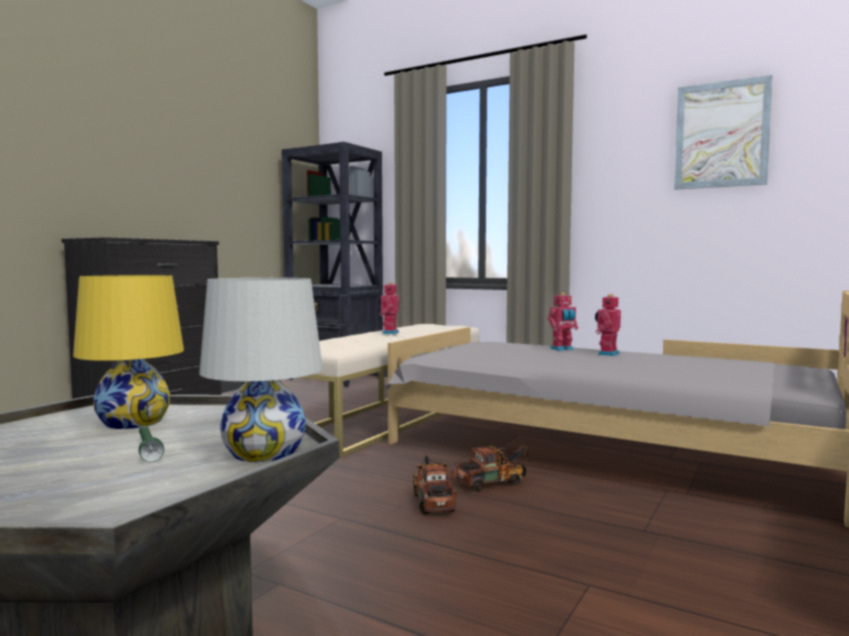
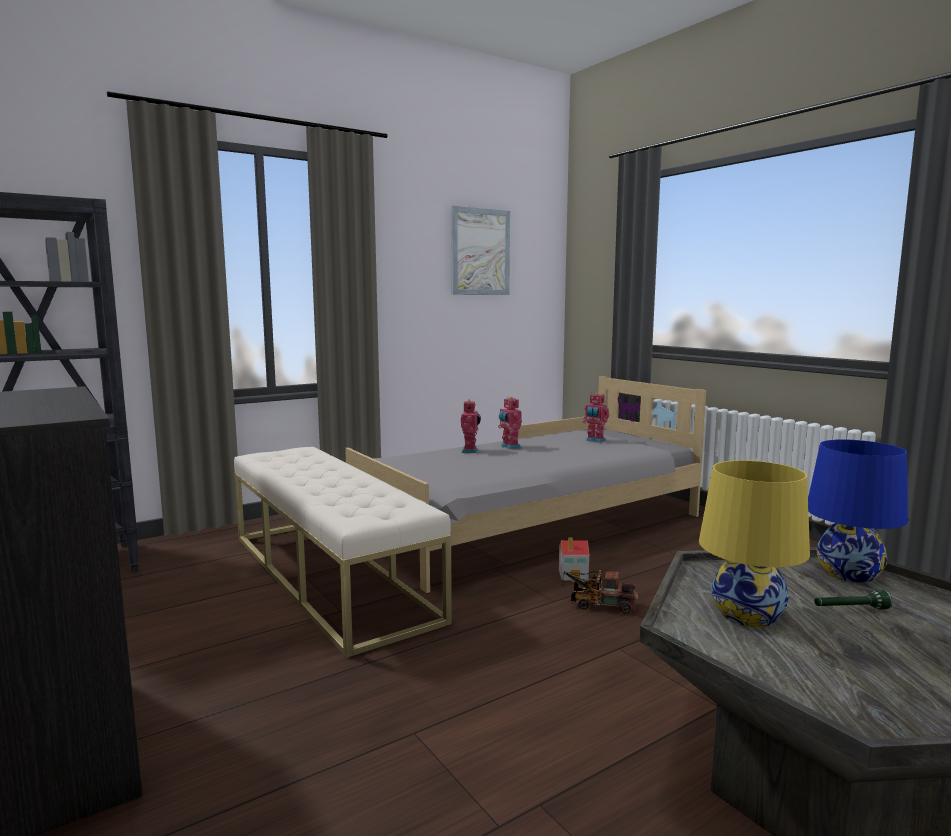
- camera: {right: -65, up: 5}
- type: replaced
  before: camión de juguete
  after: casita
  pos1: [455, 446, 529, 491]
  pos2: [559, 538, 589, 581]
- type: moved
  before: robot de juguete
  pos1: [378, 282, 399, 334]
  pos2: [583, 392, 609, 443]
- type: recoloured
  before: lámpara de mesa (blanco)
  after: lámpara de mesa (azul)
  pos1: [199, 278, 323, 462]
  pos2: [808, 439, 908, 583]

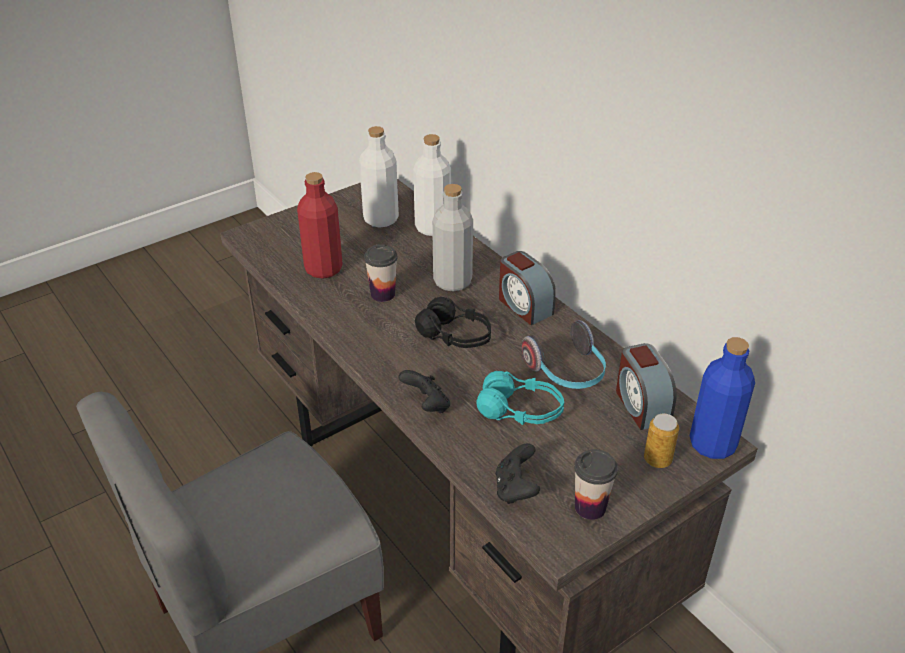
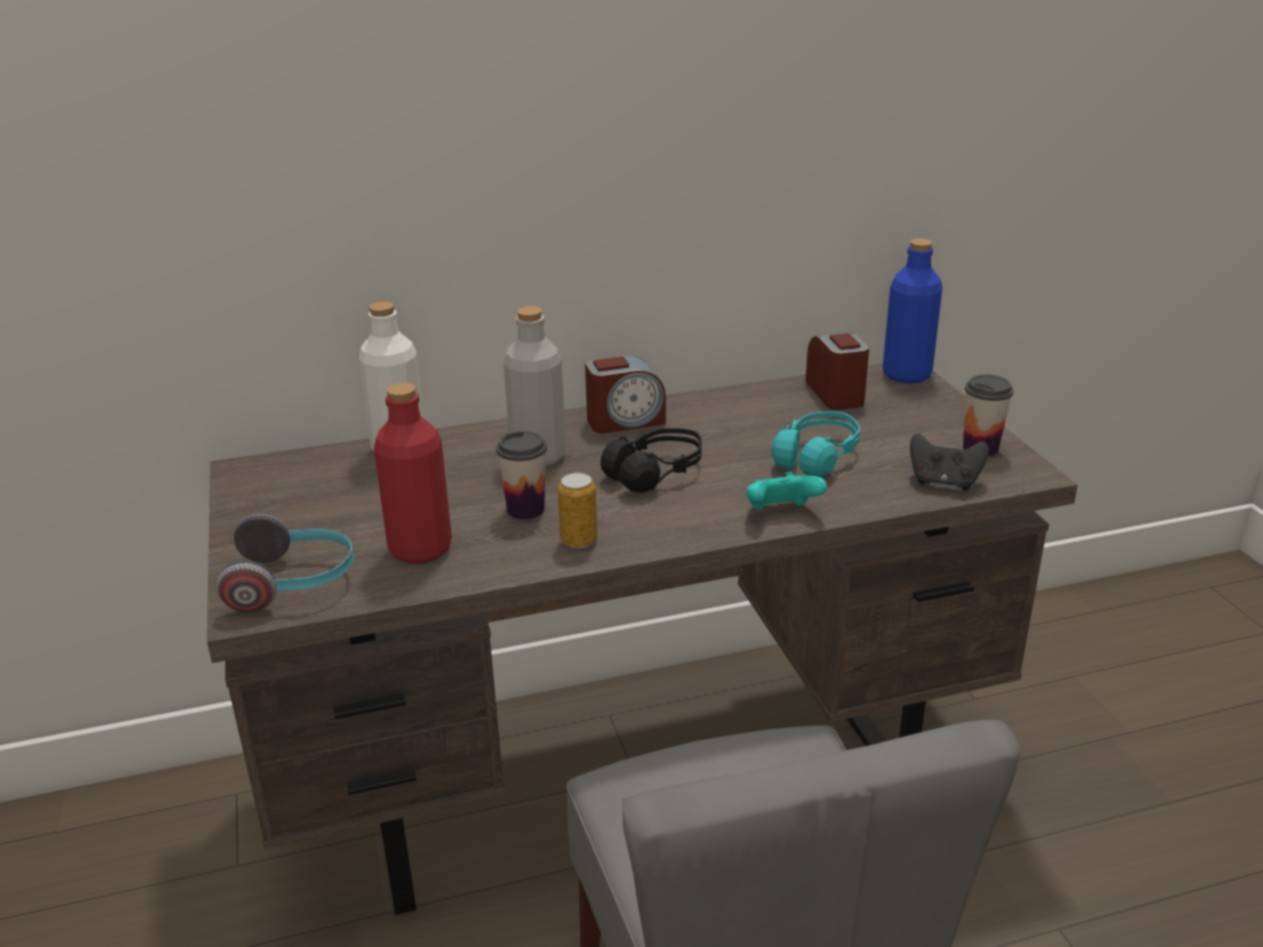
- camera: {right: -70, up: -10}
- type: moved
  before: auriculares
  pos1: [522, 320, 606, 389]
  pos2: [216, 514, 353, 613]
- type: moved
  before: lata
  pos1: [644, 414, 679, 468]
  pos2: [558, 473, 597, 548]
- type: recoloured
  before: mando de consola (negro)
  after: mando de consola (turquesa)
  pos1: [399, 370, 450, 413]
  pos2: [746, 472, 827, 510]
- type: turned
  before: despertador
  pos1: [616, 343, 677, 430]
  pos2: [805, 332, 869, 410]
  turn: -105
- type: removed
  before: botella (blanco)
  pos1: [359, 126, 399, 228]

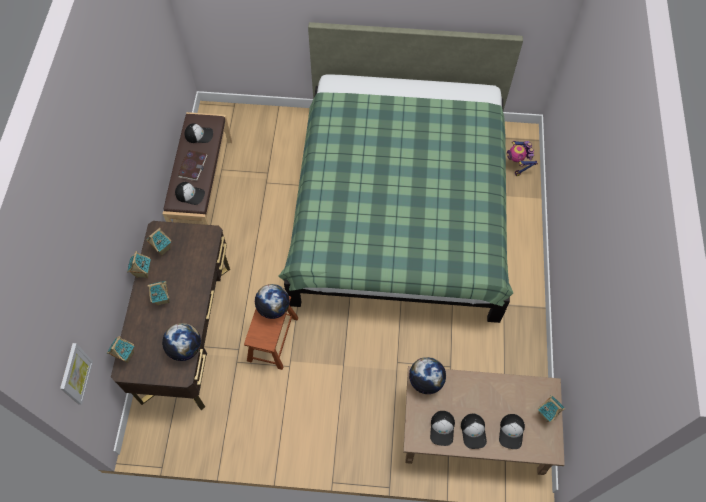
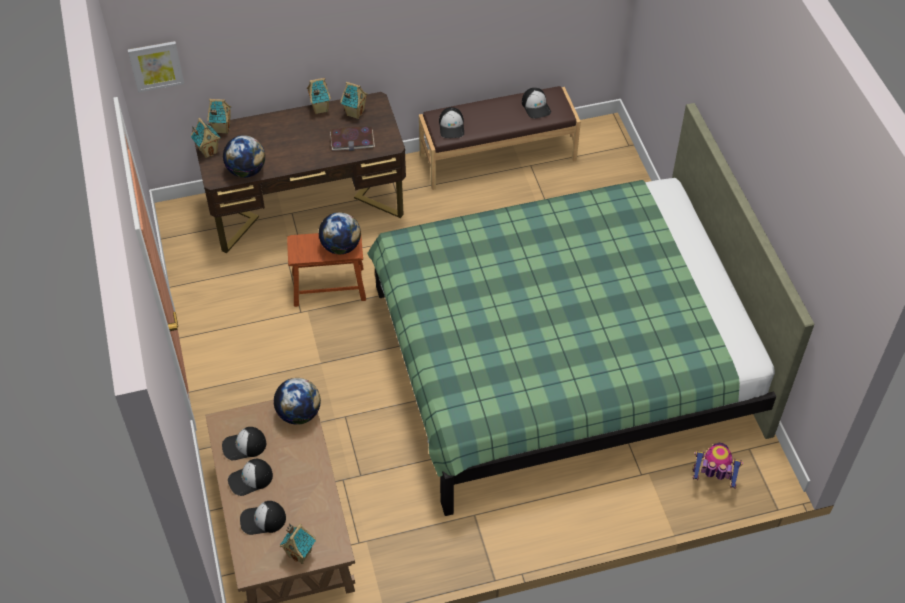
- camera: {right: 70, up: -10}
- type: moved
  before: casita
  pos1: [148, 281, 170, 306]
  pos2: [191, 118, 220, 158]
- type: moved
  before: libro
  pos1: [178, 150, 207, 181]
  pos2: [330, 127, 375, 151]
- type: turned
  before: robot de juguete
  pos1: [507, 141, 538, 176]
  pos2: [692, 443, 743, 489]
  turn: 45

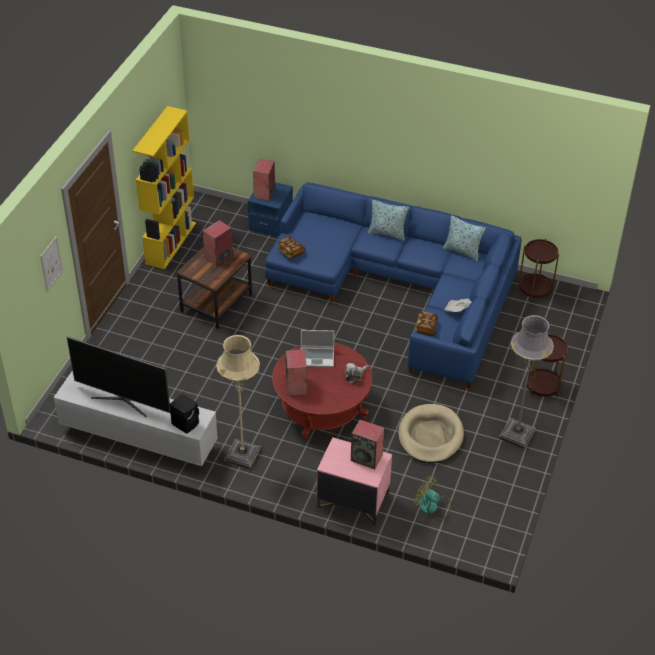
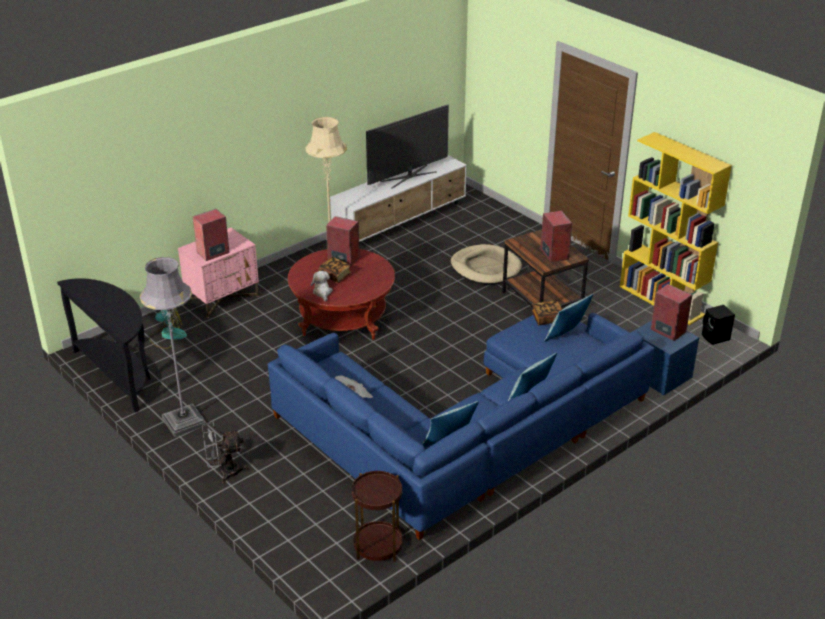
- camera: {right: 120, up: -10}
- type: added
  after: mesa consola (negro)
  pos2: [57, 278, 151, 413]
- type: replaced
  before: mesa auxiliar (marrón)
  after: ventilador (gris)
  pos1: [527, 334, 568, 397]
  pos2: [202, 421, 248, 483]
- type: moved
  before: libro
  pos1: [415, 311, 438, 336]
  pos2: [318, 257, 352, 283]
- type: moved
  before: cama para perro (beis)
  pos1: [398, 404, 464, 463]
  pos2: [451, 244, 522, 284]
- type: added
  after: cojín
  pos2: [544, 294, 593, 342]
- type: moved
  before: altavoz (negro)
  pos1: [169, 394, 199, 434]
  pos2: [702, 305, 735, 345]
- type: removed
  before: cuadro
  pos1: [40, 236, 63, 292]
- type: removed
  before: portátil
  pos1: [301, 330, 334, 367]

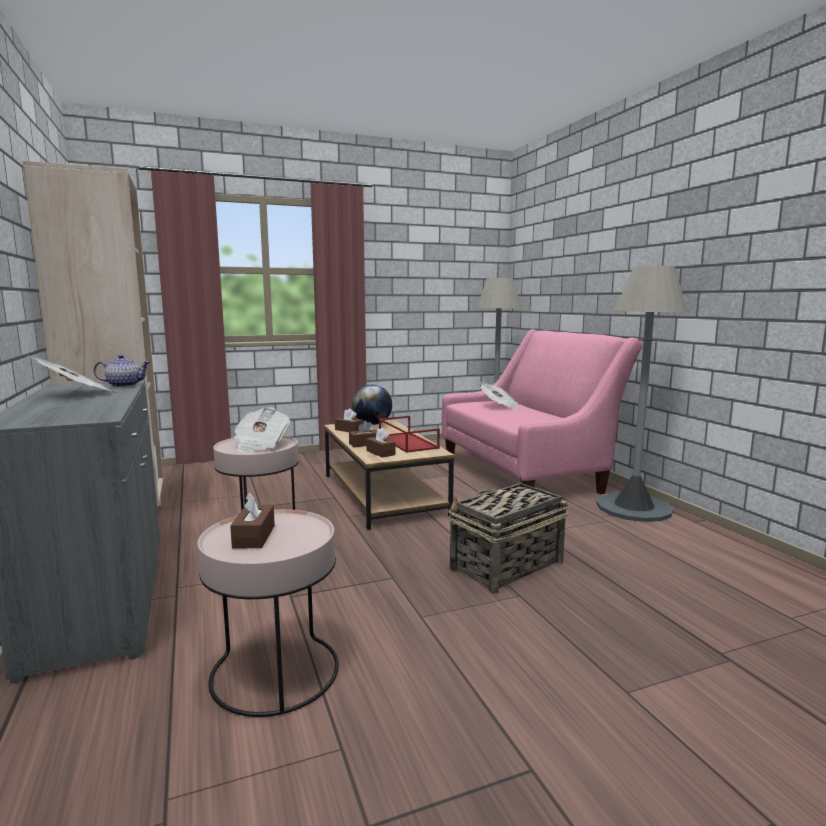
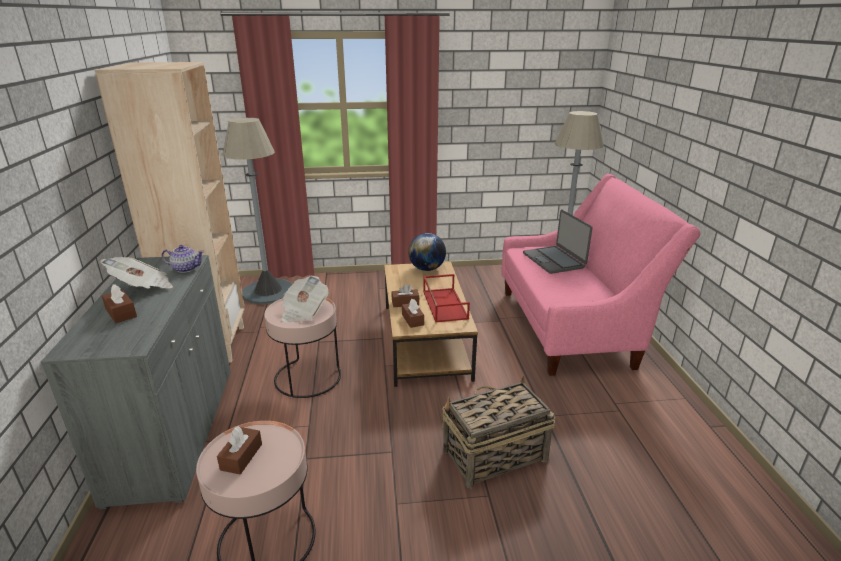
- camera: {right: 15, up: 15}
- type: moved
  before: caja de pañuelos (marrón)
  pos1: [335, 409, 363, 432]
  pos2: [102, 284, 137, 323]
- type: moved
  before: lámpara de pie (gris)
  pos1: [596, 266, 687, 522]
  pos2: [222, 118, 293, 304]
- type: replaced
  before: periódico
  after: portátil
  pos1: [480, 382, 518, 410]
  pos2: [523, 210, 592, 274]

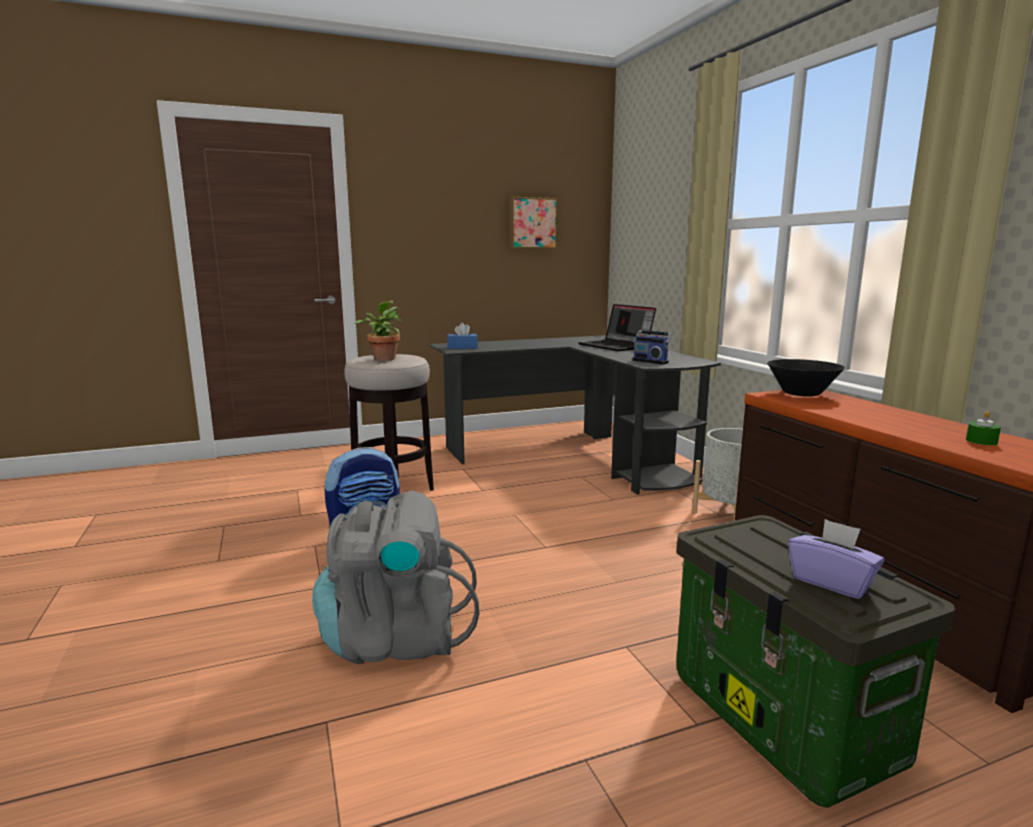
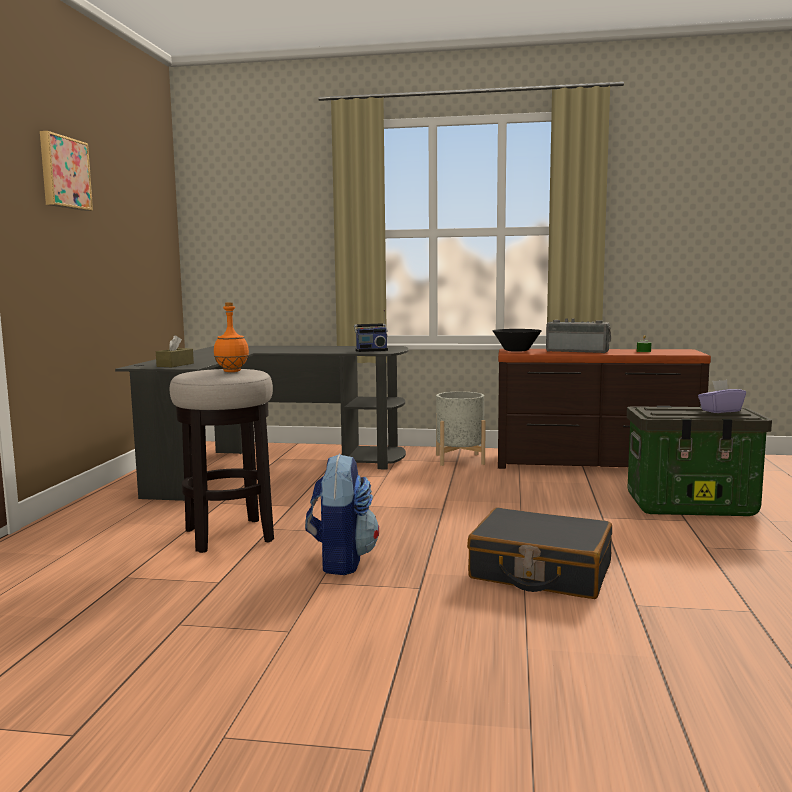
- camera: {right: -60, up: -5}
- type: moved
  before: cuadro
  pos1: [510, 197, 558, 249]
  pos2: [40, 131, 93, 211]
- type: recoloured
  before: caja de pañuelos (azul)
  after: caja de pañuelos (marrón)
  pos1: [447, 323, 478, 349]
  pos2: [156, 335, 194, 367]
- type: replaced
  before: planta en maceta
  after: botella (naranja)
  pos1: [354, 301, 402, 361]
  pos2: [214, 302, 249, 372]
- type: replaced
  before: mochila (gris)
  after: maleta (negro)
  pos1: [312, 491, 480, 664]
  pos2: [467, 507, 612, 599]
- type: added
  after: radio
  pos2: [546, 318, 611, 353]
- type: removed
  before: portátil
  pos1: [578, 304, 656, 351]

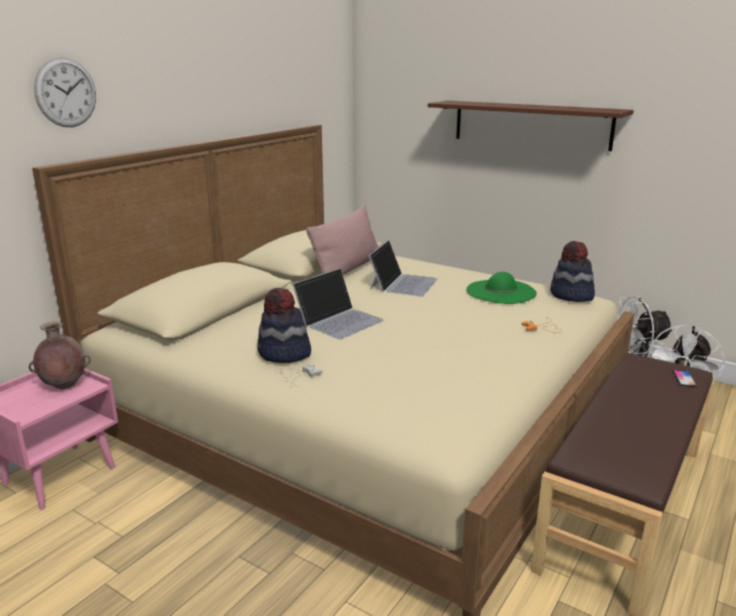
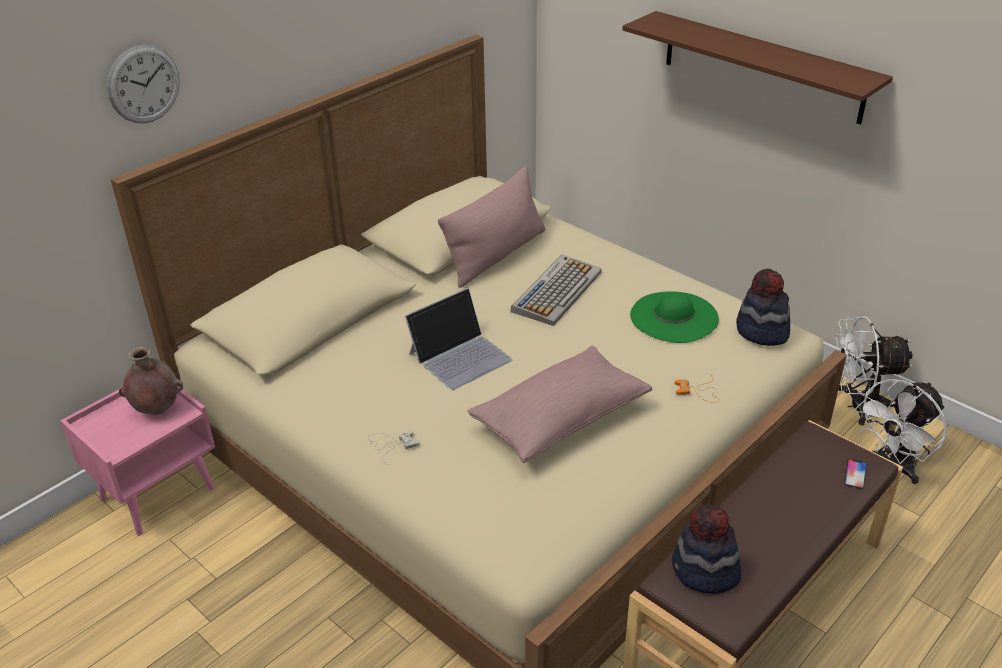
- camera: {right: 10, up: 15}
- type: added
  after: cojín (rosa)
  pos2: [468, 345, 652, 463]
- type: replaced
  before: portátil
  after: teclado
  pos1: [369, 240, 437, 296]
  pos2: [511, 254, 602, 326]
- type: moved
  before: sombrero
  pos1: [257, 288, 311, 363]
  pos2: [672, 504, 741, 594]

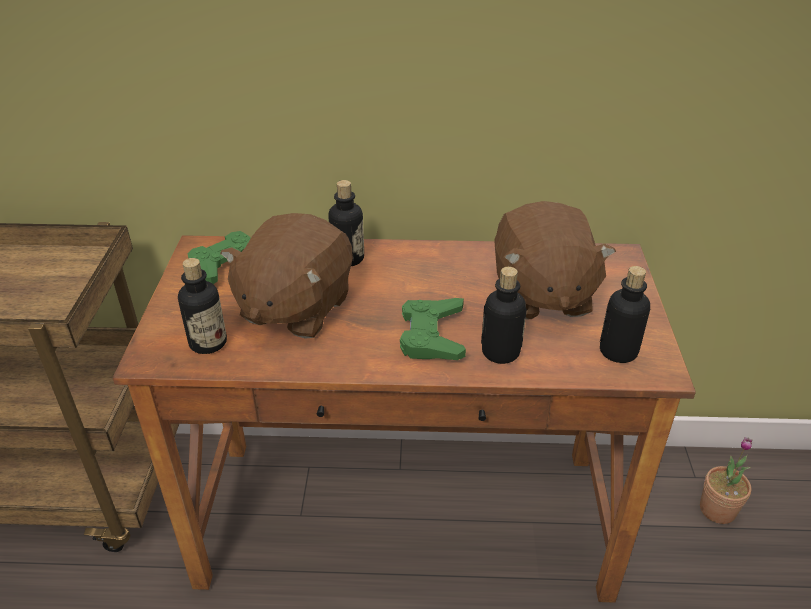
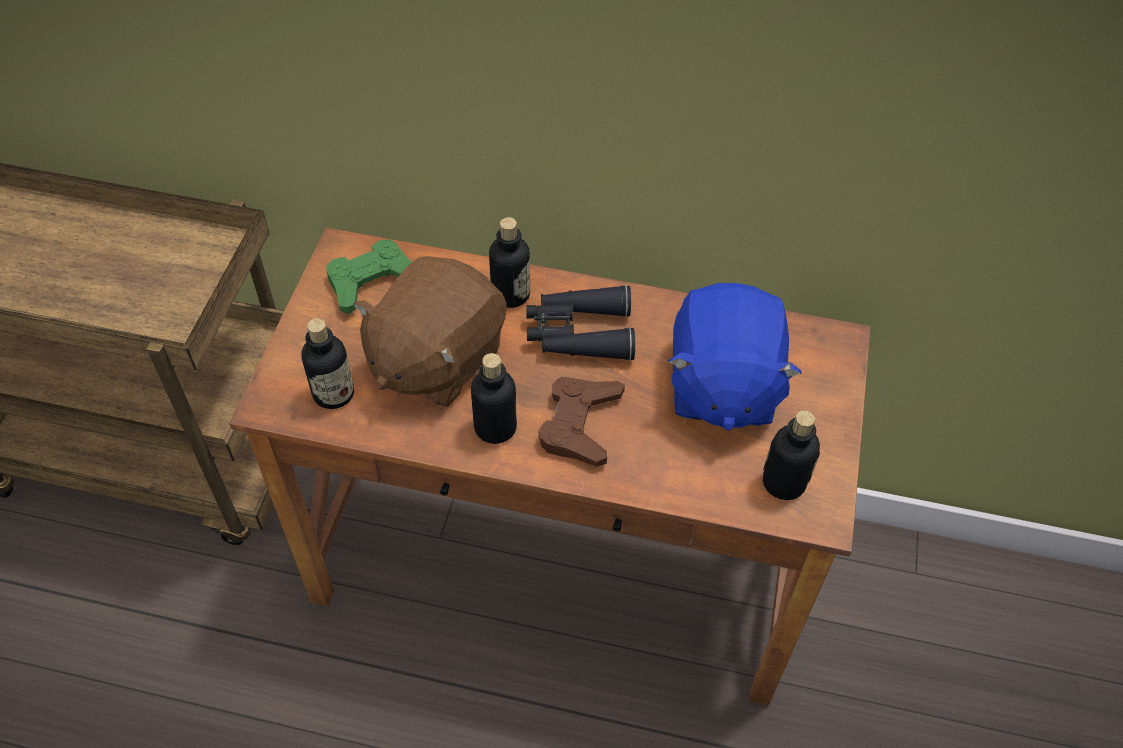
- camera: {right: 10, up: 15}
- type: moved
  before: botella
  pos1: [481, 267, 527, 364]
  pos2: [471, 353, 517, 444]
- type: added
  after: prismáticos (negro)
  pos2: [526, 285, 635, 361]
- type: recoloured
  before: mando de consola (verde)
  after: mando de consola (marrón)
  pos1: [400, 298, 466, 360]
  pos2: [538, 377, 625, 467]
- type: recoloured
  before: peluche (marrón)
  after: peluche (azul)
  pos1: [494, 201, 616, 320]
  pos2: [668, 283, 802, 431]
- type: removed
  before: planta en maceta
  pos1: [700, 437, 752, 524]

